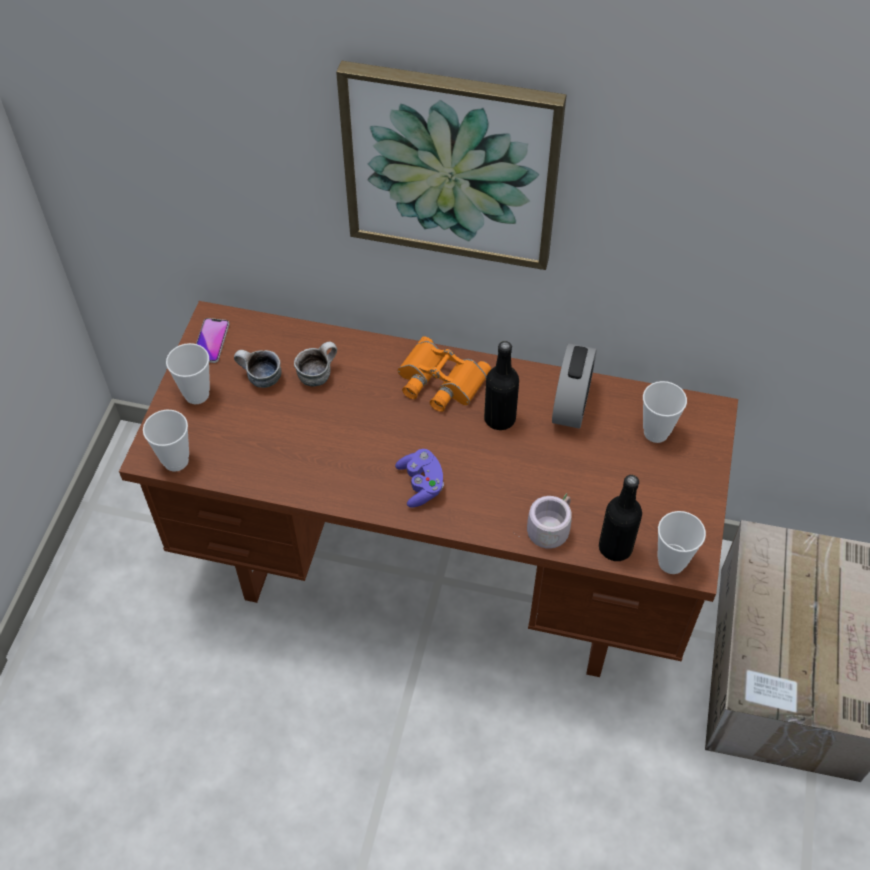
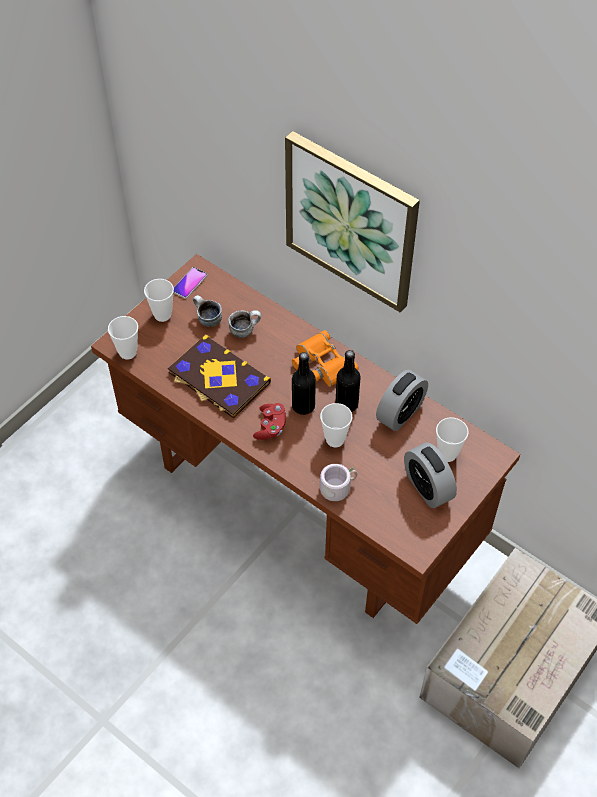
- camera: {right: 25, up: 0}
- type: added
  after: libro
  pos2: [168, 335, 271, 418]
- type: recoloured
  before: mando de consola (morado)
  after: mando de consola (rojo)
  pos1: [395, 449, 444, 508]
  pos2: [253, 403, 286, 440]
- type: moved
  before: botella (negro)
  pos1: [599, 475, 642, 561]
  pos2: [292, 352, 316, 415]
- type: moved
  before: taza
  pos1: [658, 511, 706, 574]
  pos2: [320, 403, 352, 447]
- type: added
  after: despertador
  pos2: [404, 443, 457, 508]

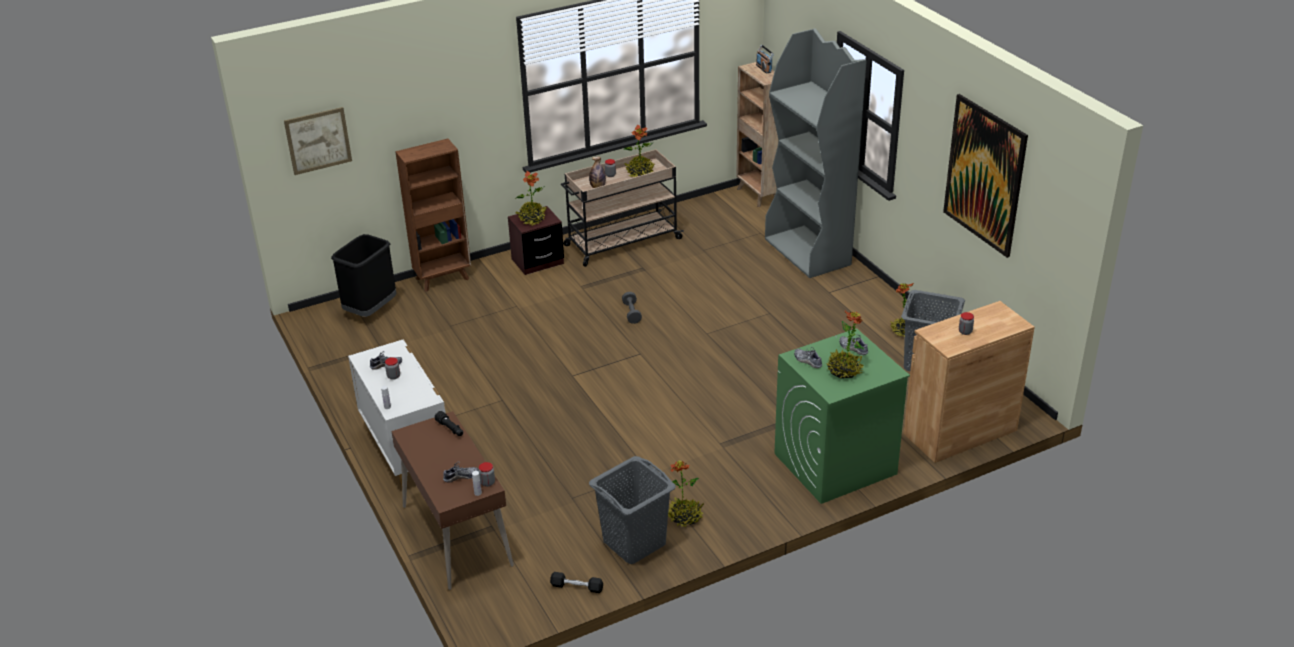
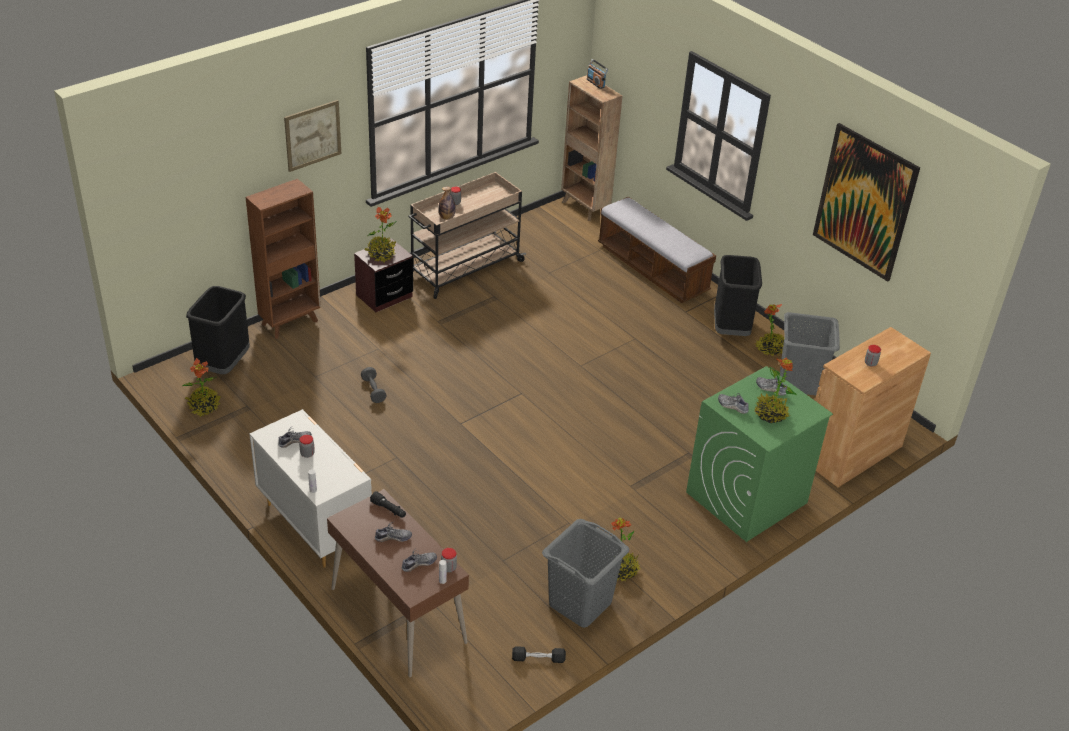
- camera: {right: -15, up: 5}
- type: moved
  before: planta en maceta
  pos1: [623, 124, 655, 177]
  pos2: [183, 358, 221, 417]
- type: moved
  before: cuadro
  pos1: [284, 107, 352, 175]
  pos2: [284, 100, 341, 172]
- type: moved
  before: mancuerna (gris)
  pos1: [622, 292, 642, 324]
  pos2: [361, 367, 387, 403]
- type: added
  after: zapato
  pos2: [375, 522, 412, 542]
- type: replaced
  before: estantería (gris)
  after: banco
  pos1: [765, 28, 867, 278]
  pos2: [598, 197, 716, 303]
- type: added
  after: papelera (negro)
  pos2: [714, 255, 762, 336]

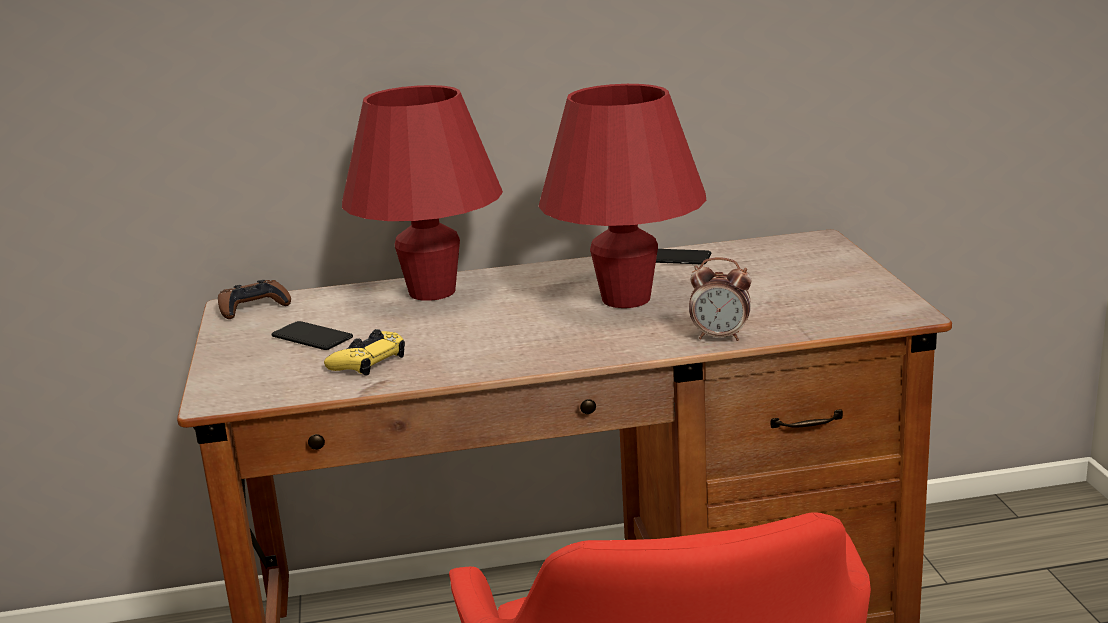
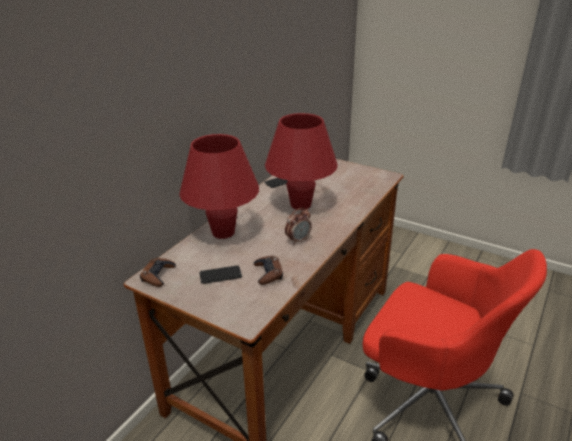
- camera: {right: -50, up: 10}
- type: recoloured
  before: mando de consola (amarillo)
  after: mando de consola (marrón)
  pos1: [324, 329, 405, 376]
  pos2: [254, 256, 283, 285]
- type: moved
  before: despertador
  pos1: [689, 257, 752, 341]
  pos2: [285, 208, 312, 245]

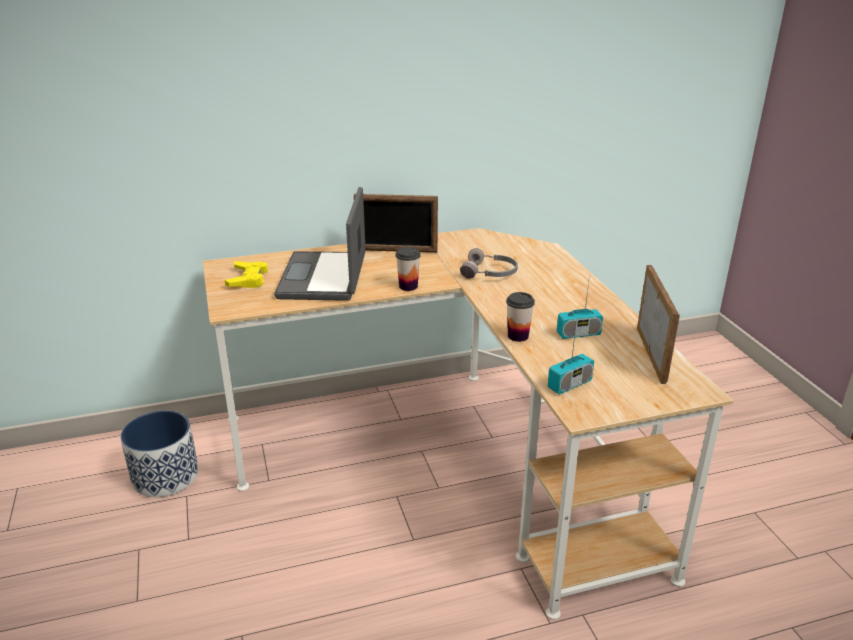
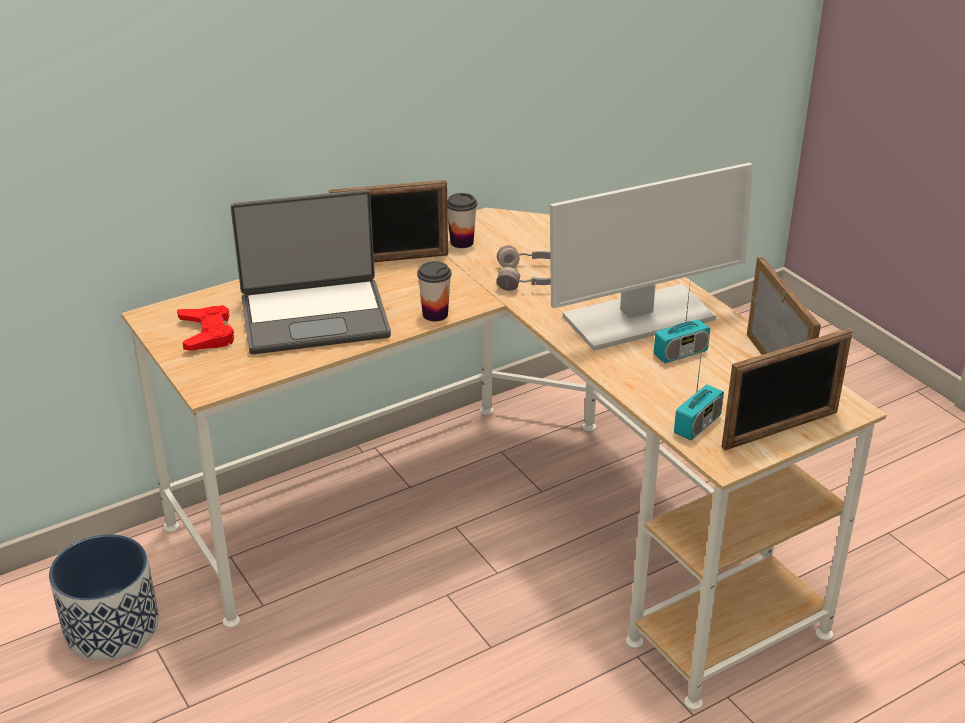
- camera: {right: -15, up: 5}
- type: recoloured
  before: mando de consola (amarillo)
  after: mando de consola (rojo)
  pos1: [225, 261, 268, 288]
  pos2: [177, 305, 234, 351]
- type: turned
  before: portátil
  pos1: [274, 187, 366, 301]
  pos2: [231, 190, 391, 354]
  turn: -90
- type: moved
  before: taza
  pos1: [506, 292, 535, 342]
  pos2: [447, 193, 477, 248]
- type: added
  after: monitor
  pos2: [550, 163, 753, 351]
- type: added
  after: portarretratos
  pos2: [721, 328, 853, 450]

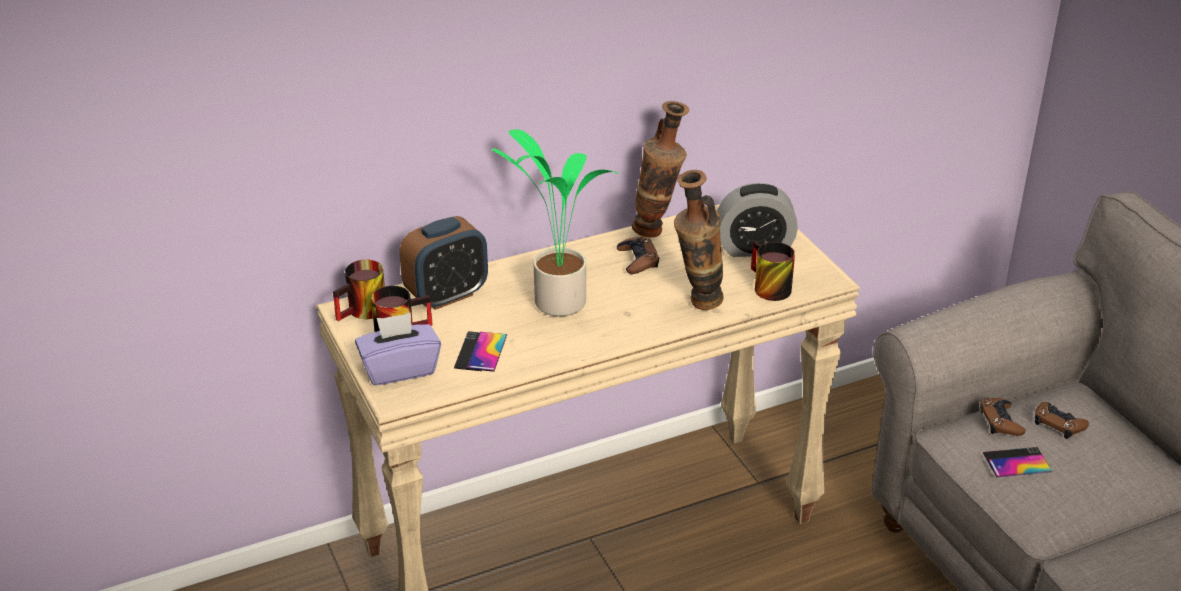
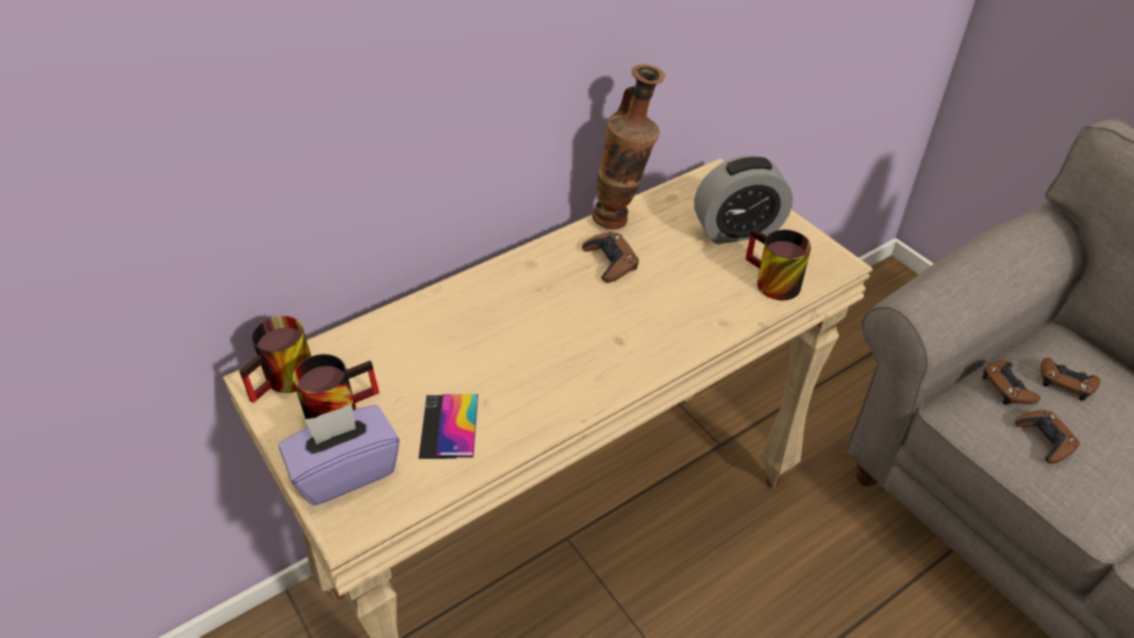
- camera: {right: -10, up: 10}
- type: replaced
  before: móvil
  after: mando de consola (marrón)
  pos1: [983, 447, 1052, 477]
  pos2: [1015, 410, 1080, 464]
- type: removed
  before: despertador
  pos1: [400, 216, 488, 310]
- type: removed
  before: planta en maceta
  pos1: [492, 129, 619, 316]
- type: removed
  before: florero
  pos1: [674, 170, 724, 310]

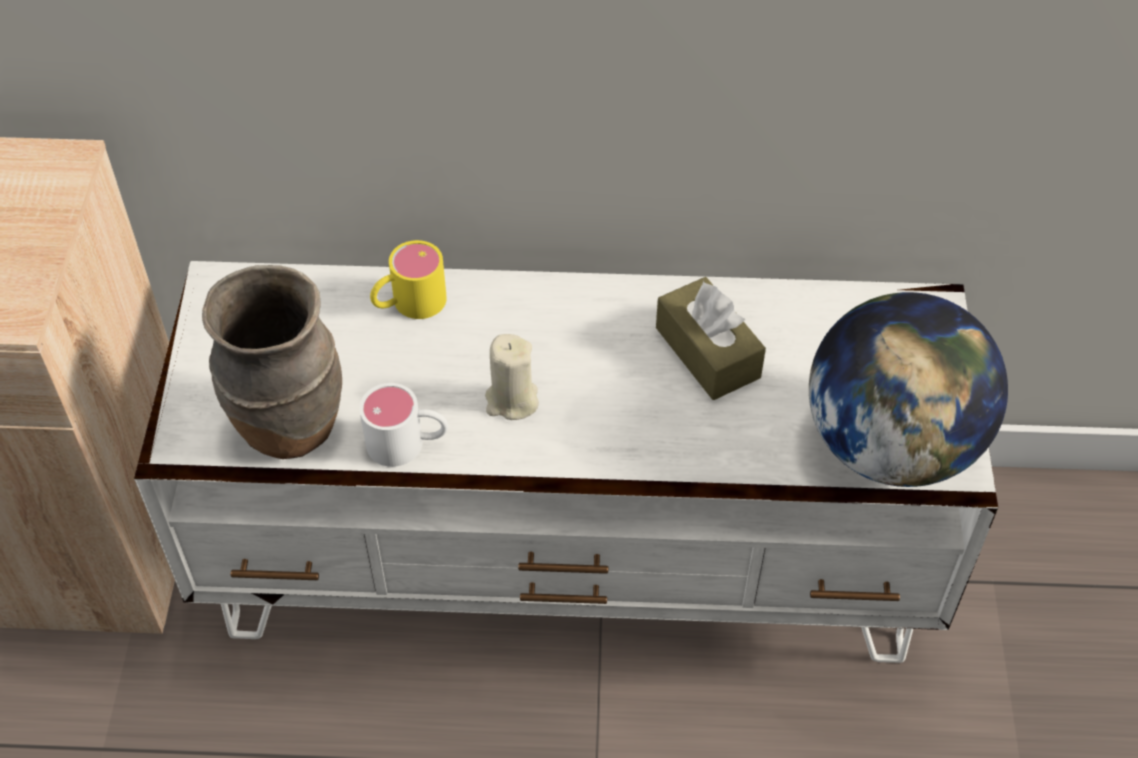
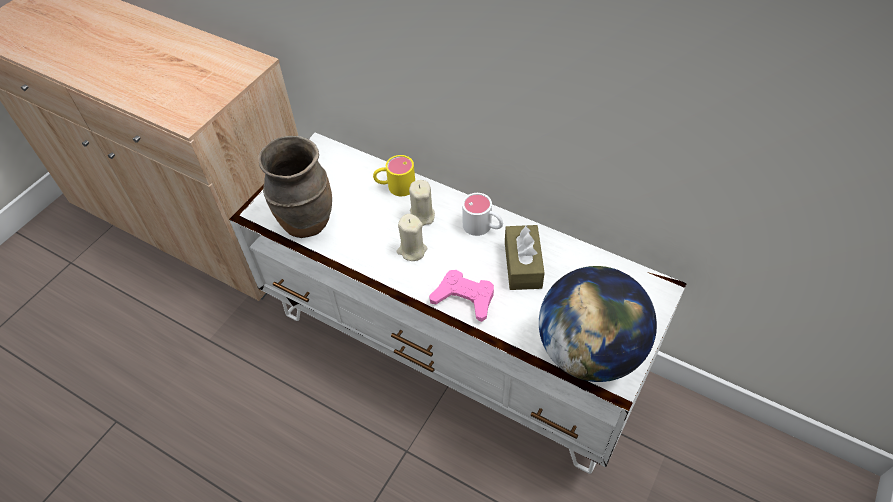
- camera: {right: 30, up: 0}
- type: added
  after: vela (beis)
  pos2: [409, 180, 435, 226]
- type: added
  after: mando de consola (rosa)
  pos2: [429, 270, 494, 322]
- type: moved
  before: taza grande (blanco)
  pos1: [359, 383, 448, 467]
  pos2: [462, 193, 503, 236]

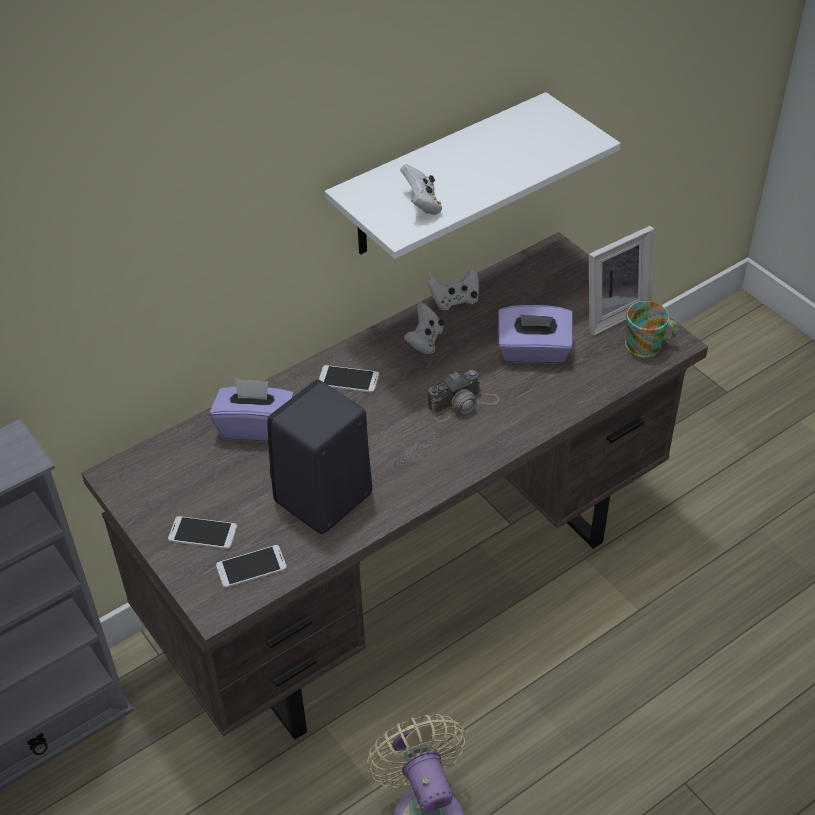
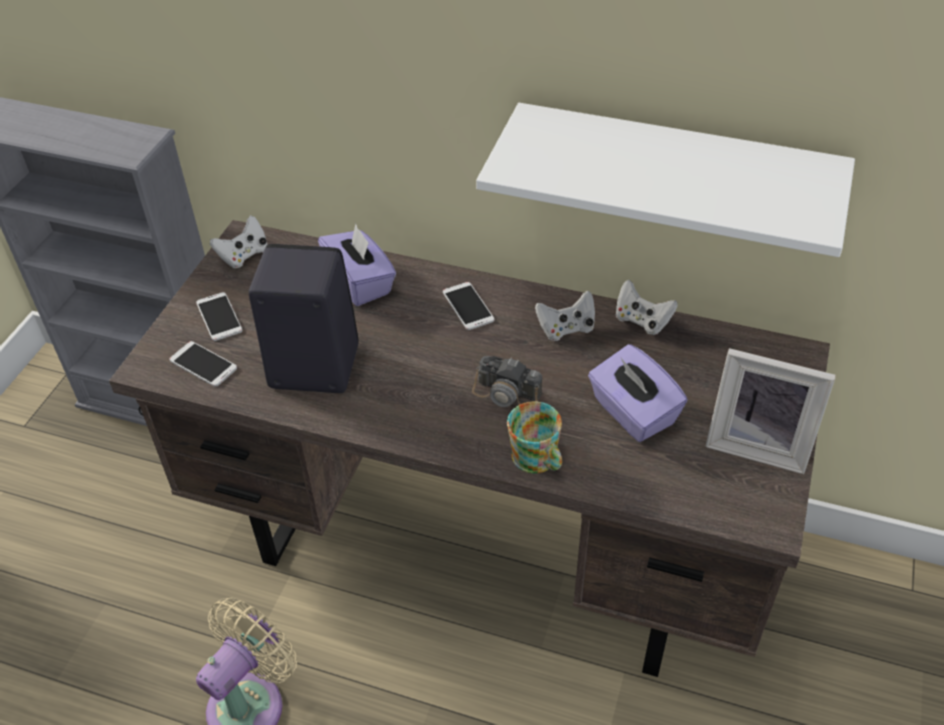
- camera: {right: 55, up: 0}
- type: moved
  before: mando de consola (blanco)
  pos1: [400, 164, 442, 215]
  pos2: [210, 215, 267, 268]
- type: moved
  before: taza grande
  pos1: [625, 301, 679, 358]
  pos2: [507, 401, 562, 474]

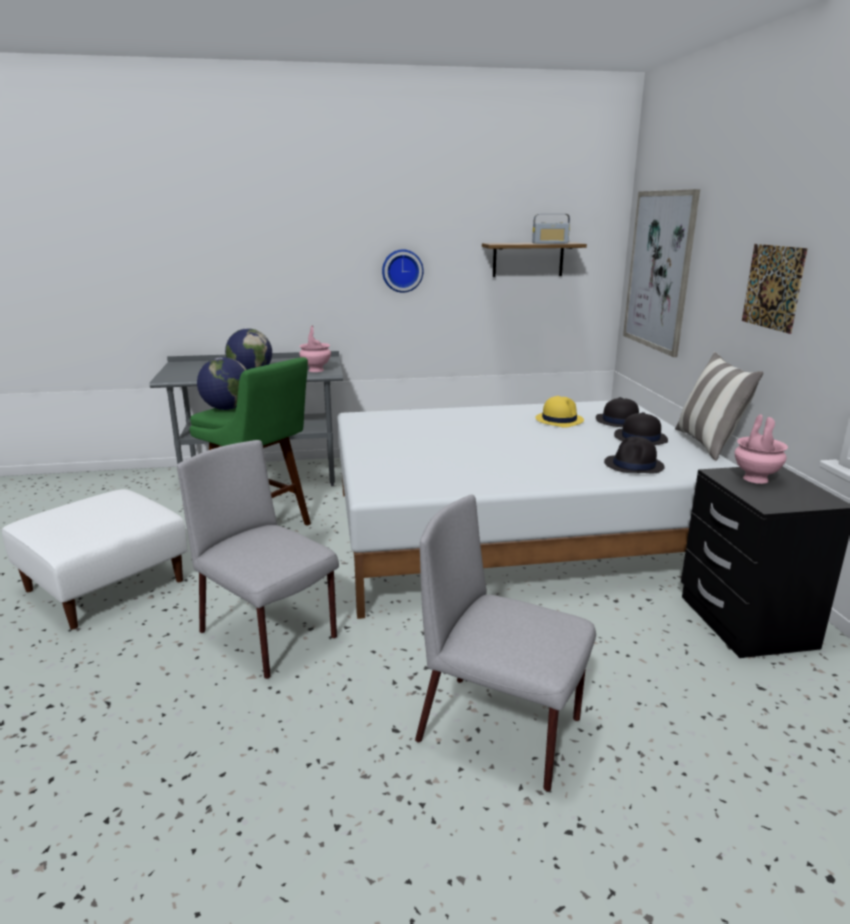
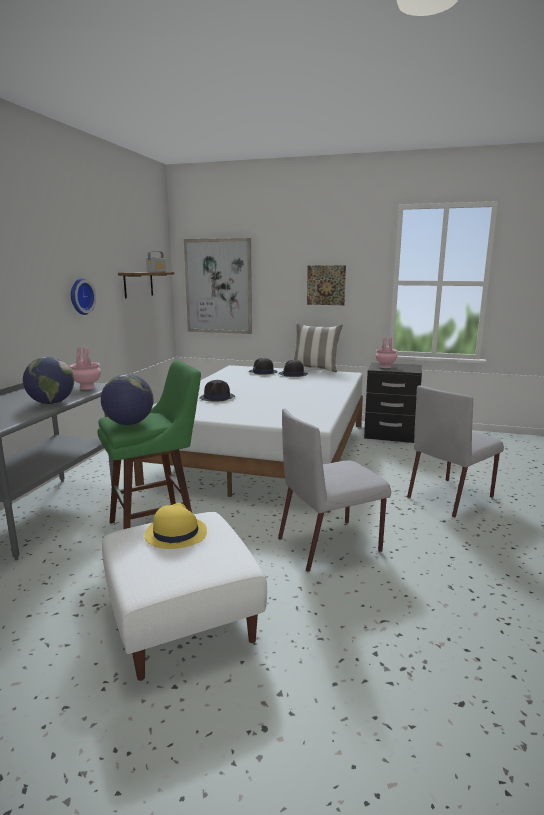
- camera: {right: -65, up: -5}
- type: moved
  before: sombrero (amarillo)
  pos1: [535, 396, 584, 428]
  pos2: [144, 503, 207, 549]
- type: moved
  before: sombrero (negro)
  pos1: [604, 436, 665, 474]
  pos2: [199, 380, 235, 401]

